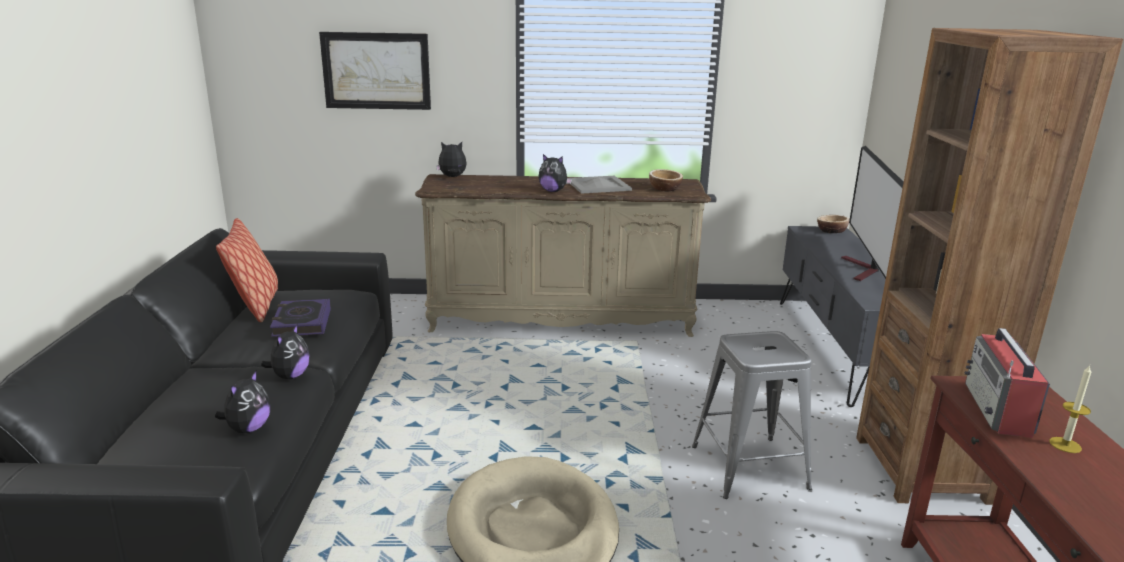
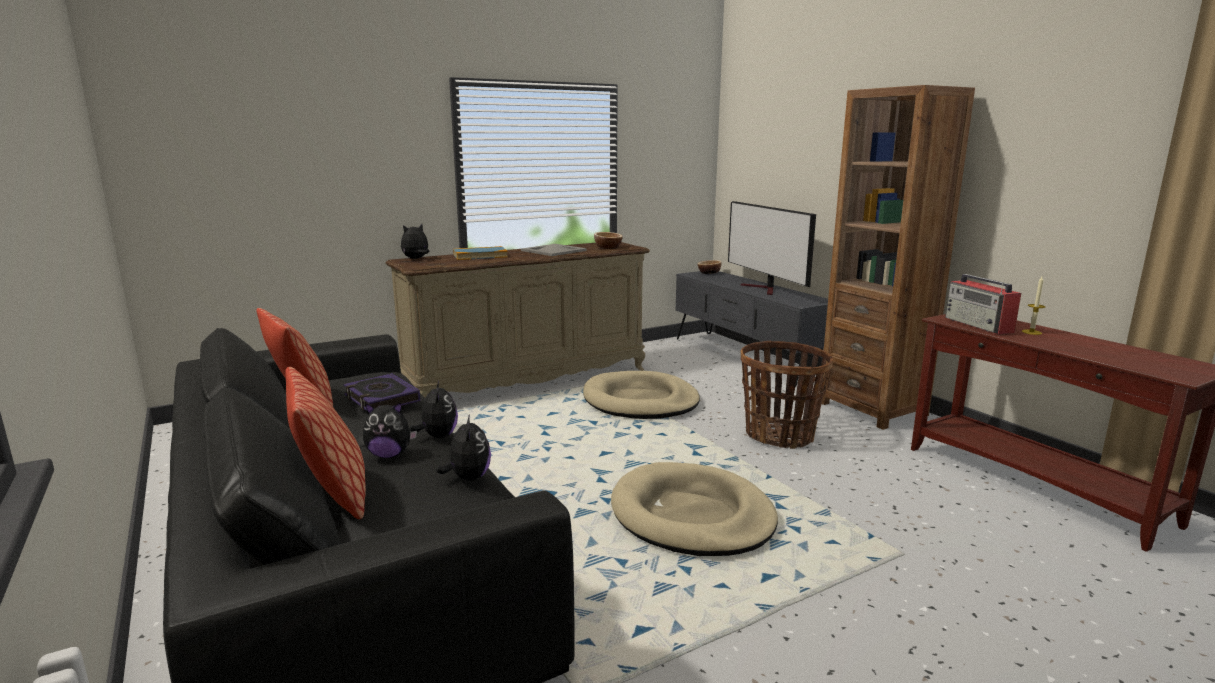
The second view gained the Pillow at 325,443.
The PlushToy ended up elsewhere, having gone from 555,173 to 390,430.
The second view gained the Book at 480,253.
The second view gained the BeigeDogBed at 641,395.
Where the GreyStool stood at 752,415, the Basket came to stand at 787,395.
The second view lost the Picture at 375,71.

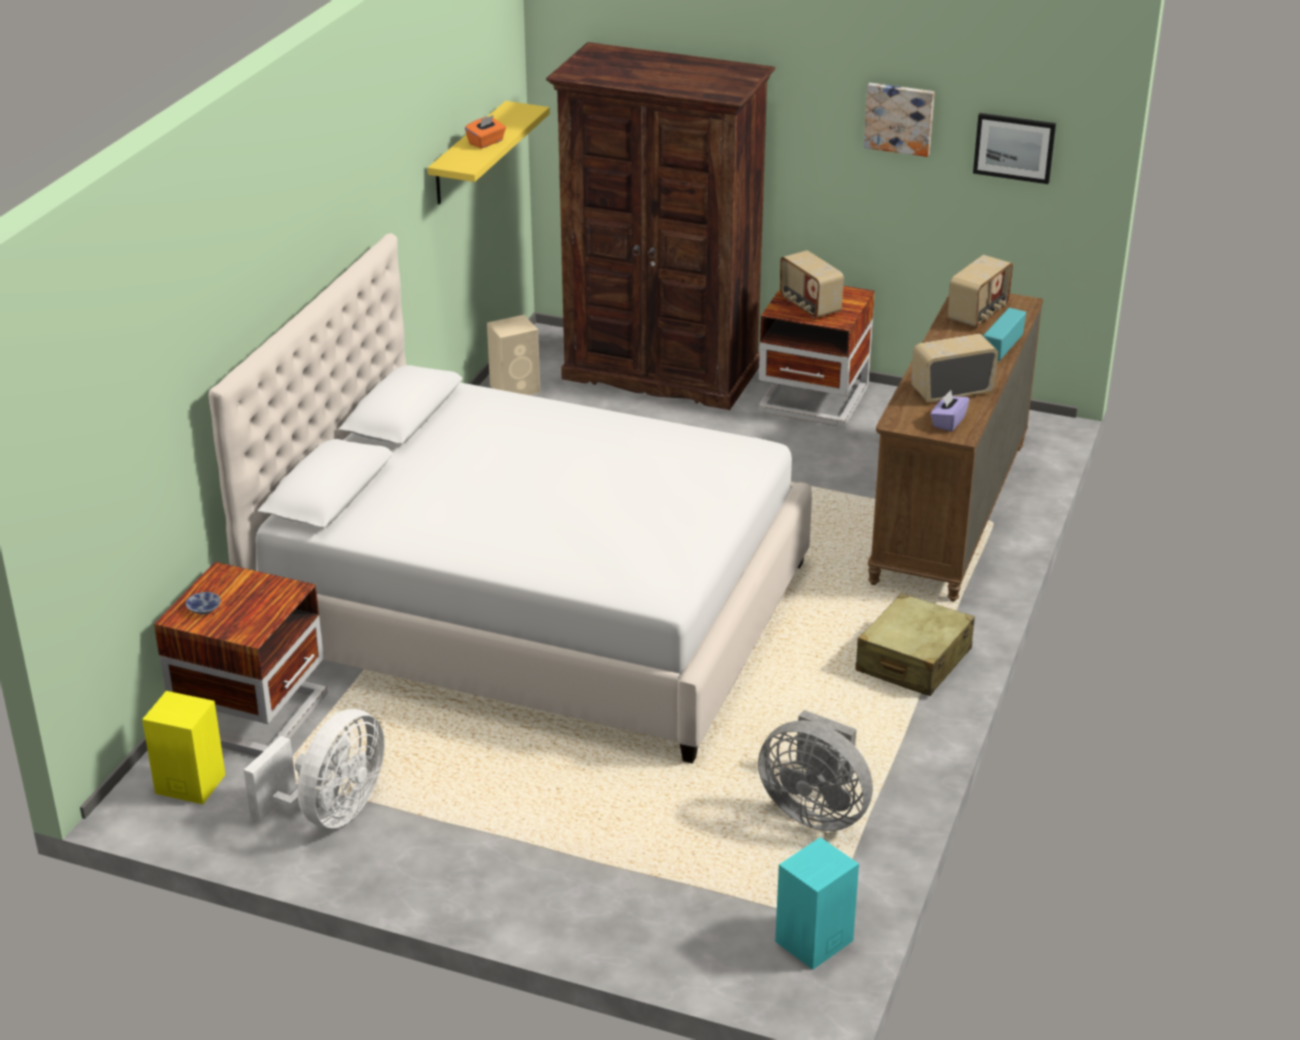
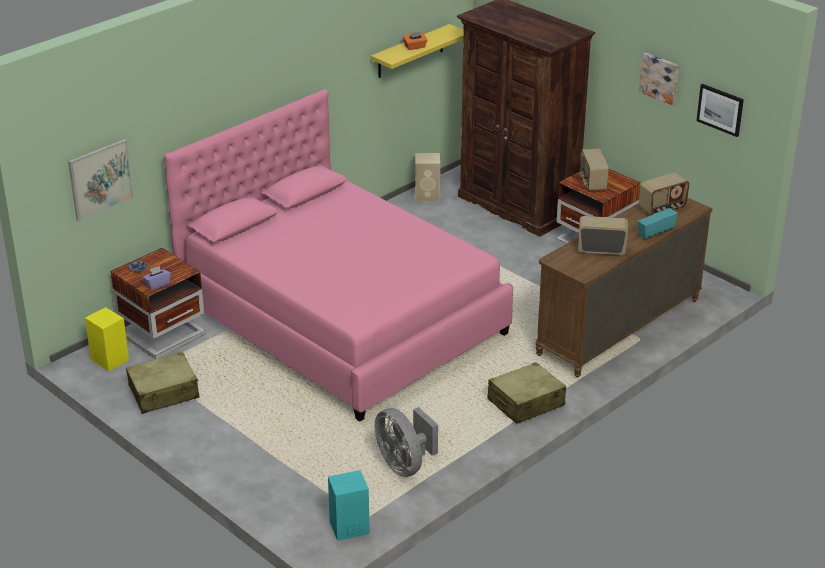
The second view gained the Picture at 101,180.
Where the WhiteFan stood at 314,768, the BeigeSuitcase came to stand at 162,383.
The PurpleTissueBox ended up elsewhere, having gone from 949,410 to 157,278.
What was the WhiteBed at 510,498 turned into the PinkBed at 338,255.

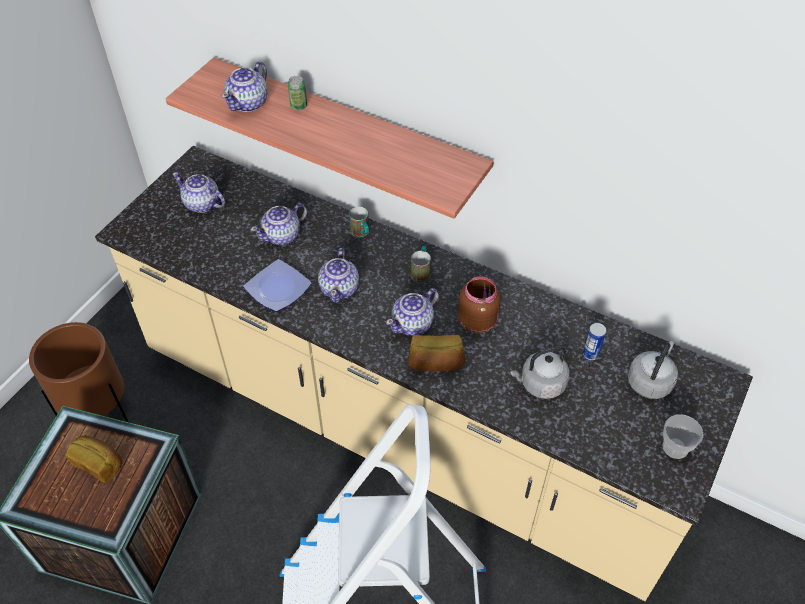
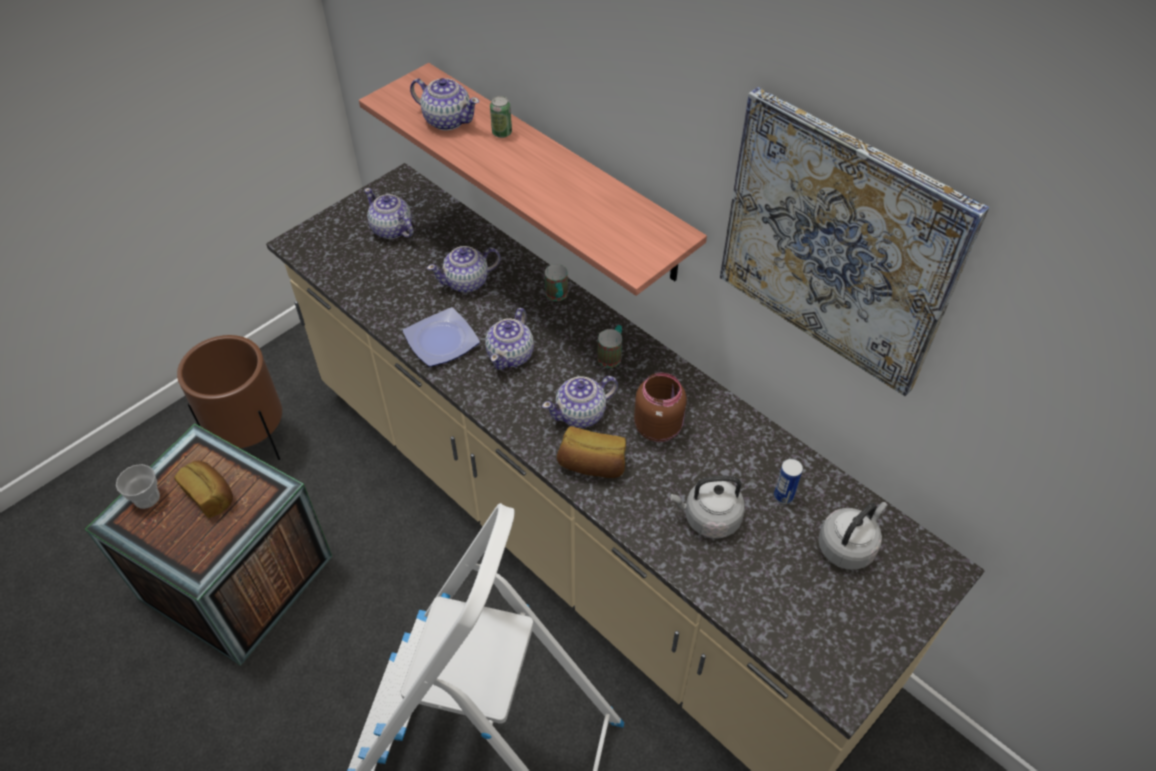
The Cup ended up elsewhere, having gone from 683,436 to 138,486.
The Teapot at 244,86 ended up facing another way, 105 degrees counterclockwise from before.
The second view gained the Picture at 854,241.

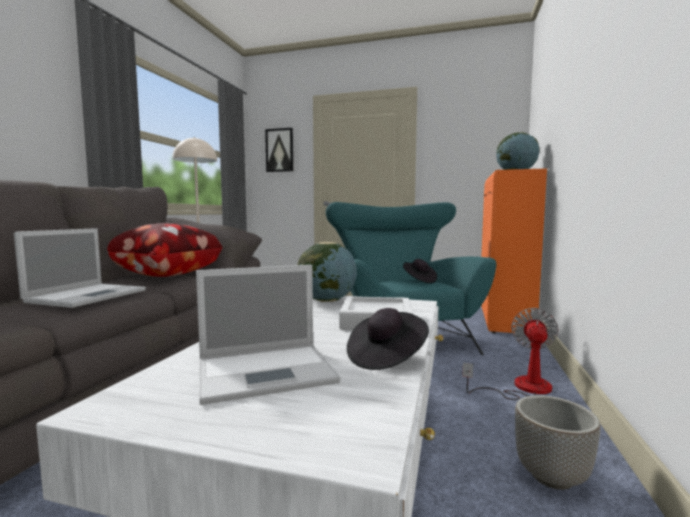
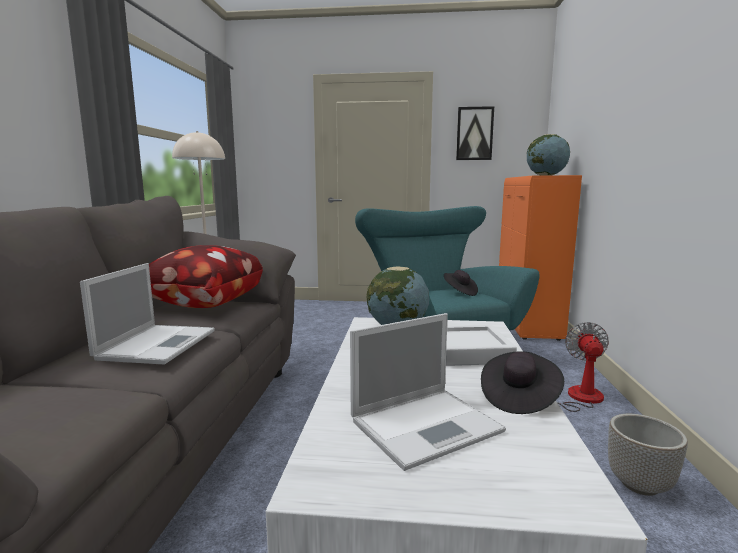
The Picture ended up elsewhere, having gone from 279,150 to 475,133.

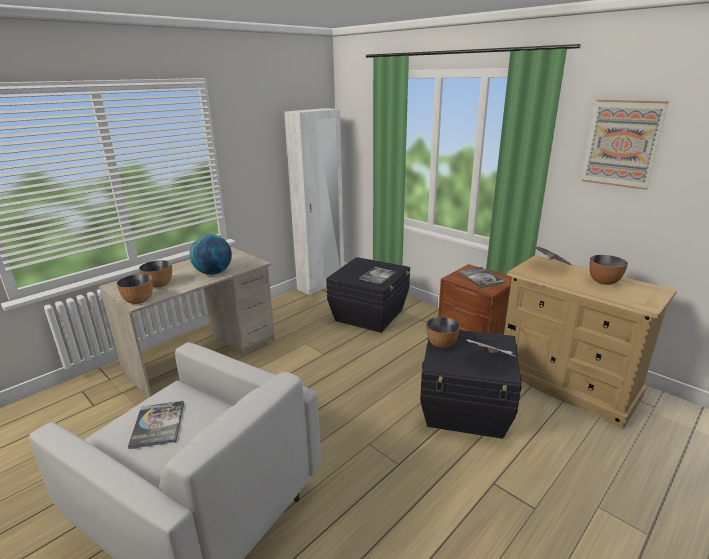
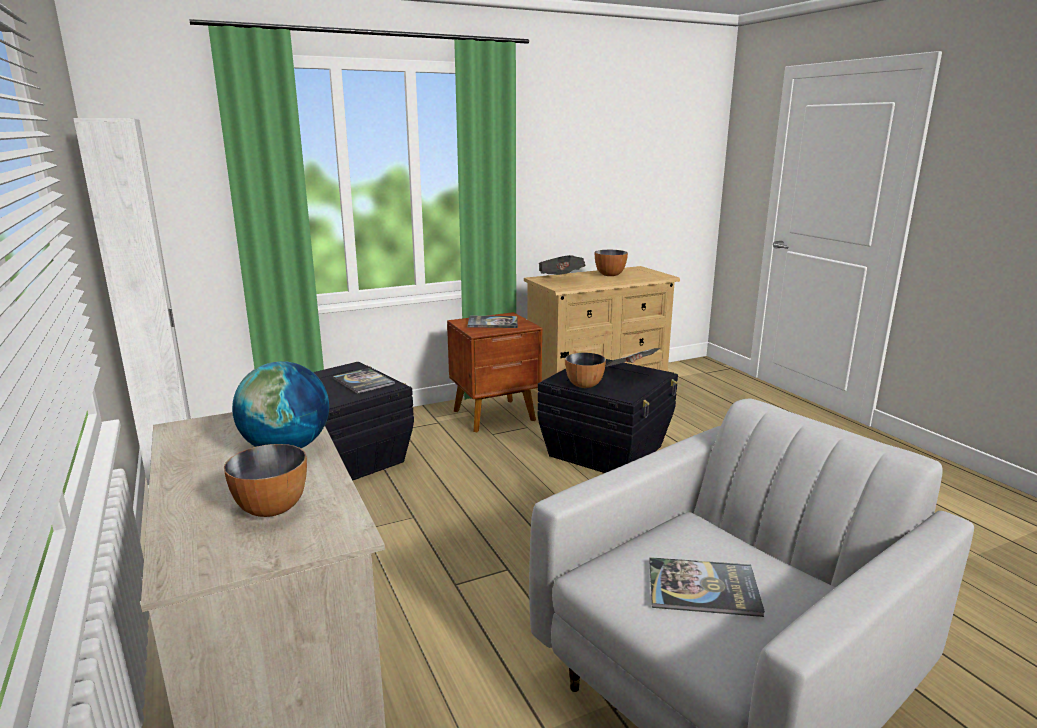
The second view lost the Bowl at 134,289.
The second view lost the Picture at 625,145.

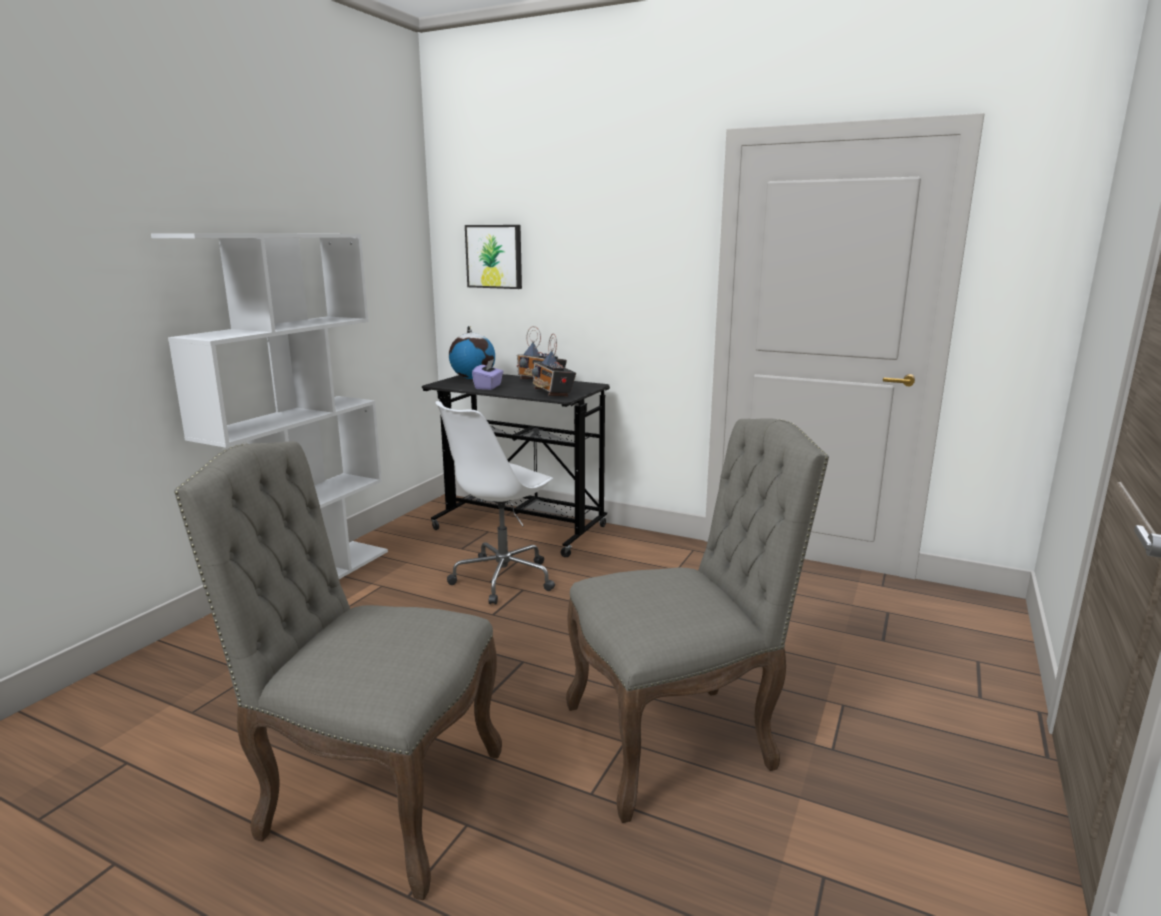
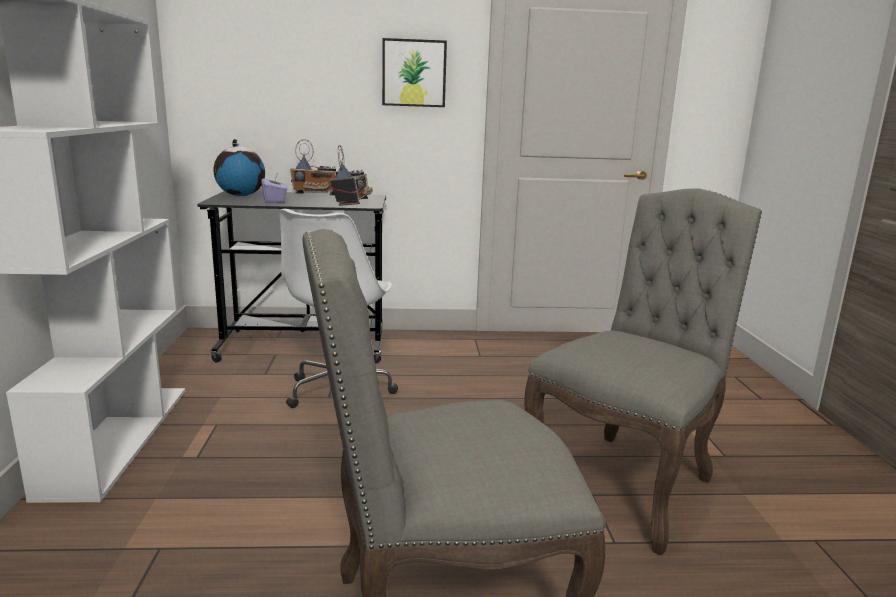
The Radio at 554,365 ended up facing another way, 120 degrees counterclockwise from before.
The Picture ended up elsewhere, having gone from 493,257 to 414,72.

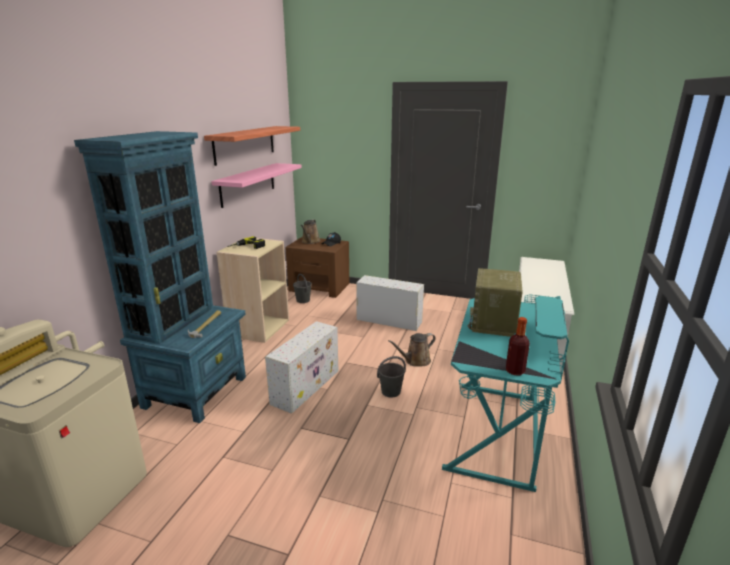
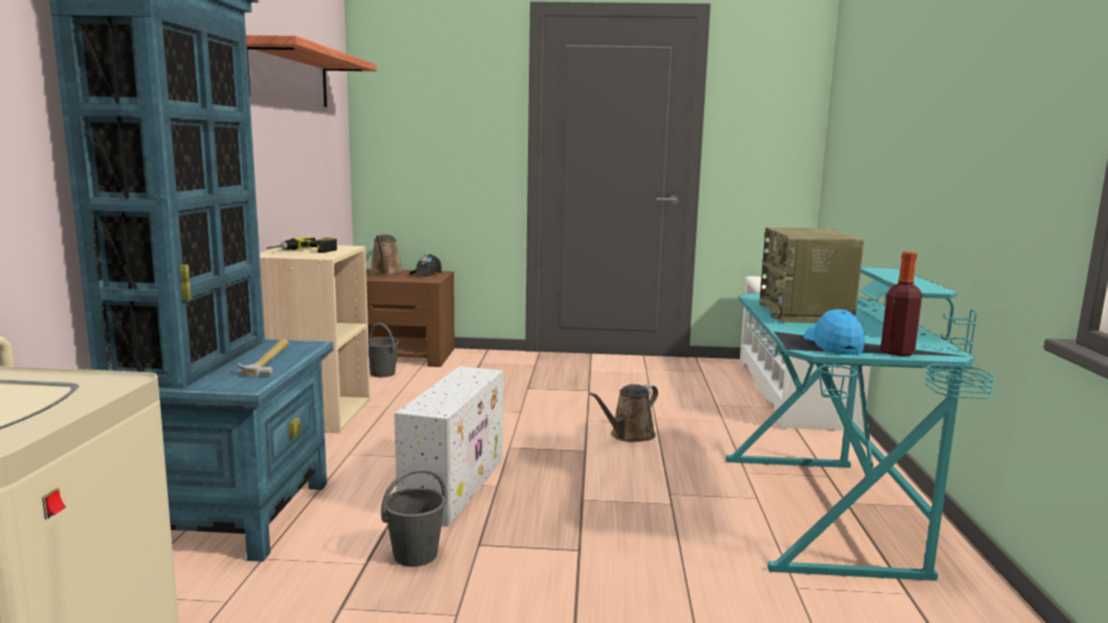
The GreyBucket ended up elsewhere, having gone from 391,377 to 414,517.
The second view gained the BlueCap at 834,332.
The second view lost the PinkShelf at 256,185.
The second view lost the WhiteStorageBox at 390,303.

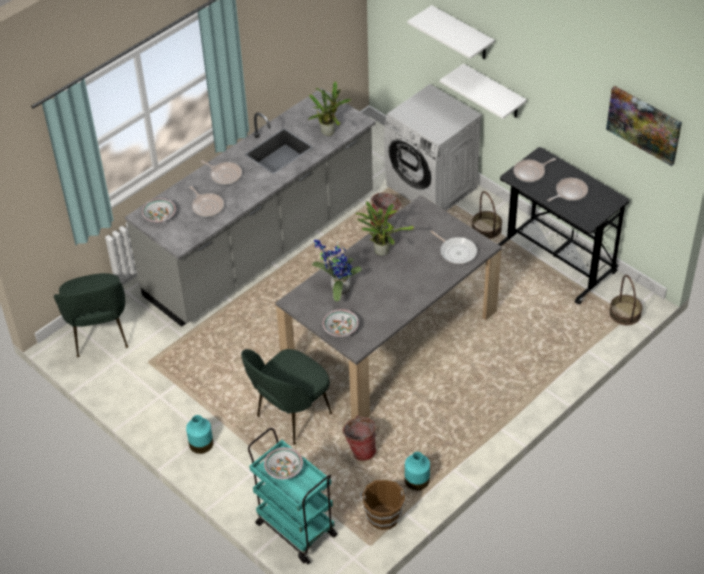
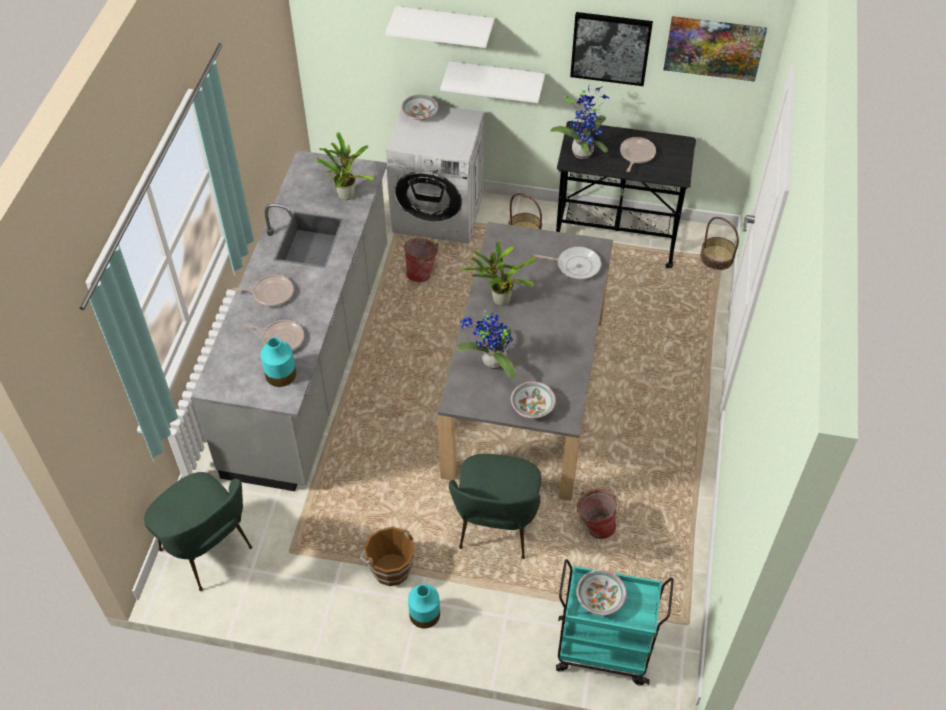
The TurquoiseVase ended up elsewhere, having gone from 417,471 to 278,362.
The BrownBucket ended up elsewhere, having gone from 383,505 to 387,556.
The Bowl ended up elsewhere, having gone from 159,210 to 420,107.
Where the FryingPan stood at 535,170, the PottedPlant came to stand at 579,121.
The second view gained the Picture at 611,49.

